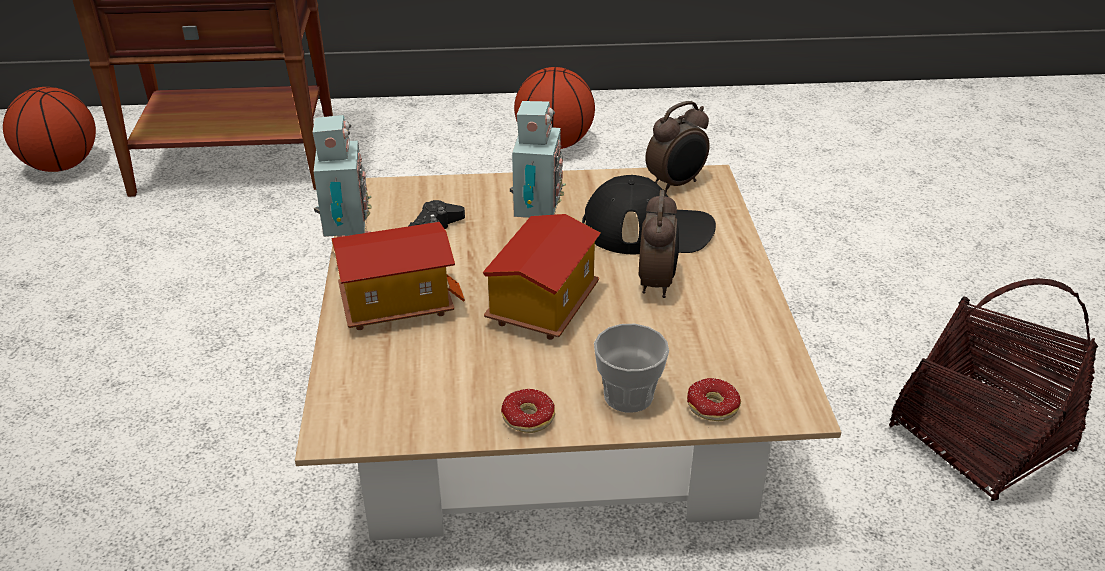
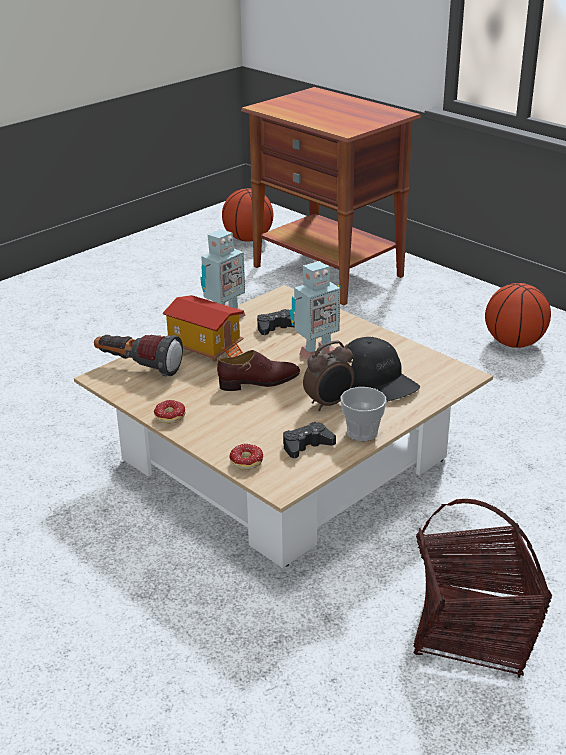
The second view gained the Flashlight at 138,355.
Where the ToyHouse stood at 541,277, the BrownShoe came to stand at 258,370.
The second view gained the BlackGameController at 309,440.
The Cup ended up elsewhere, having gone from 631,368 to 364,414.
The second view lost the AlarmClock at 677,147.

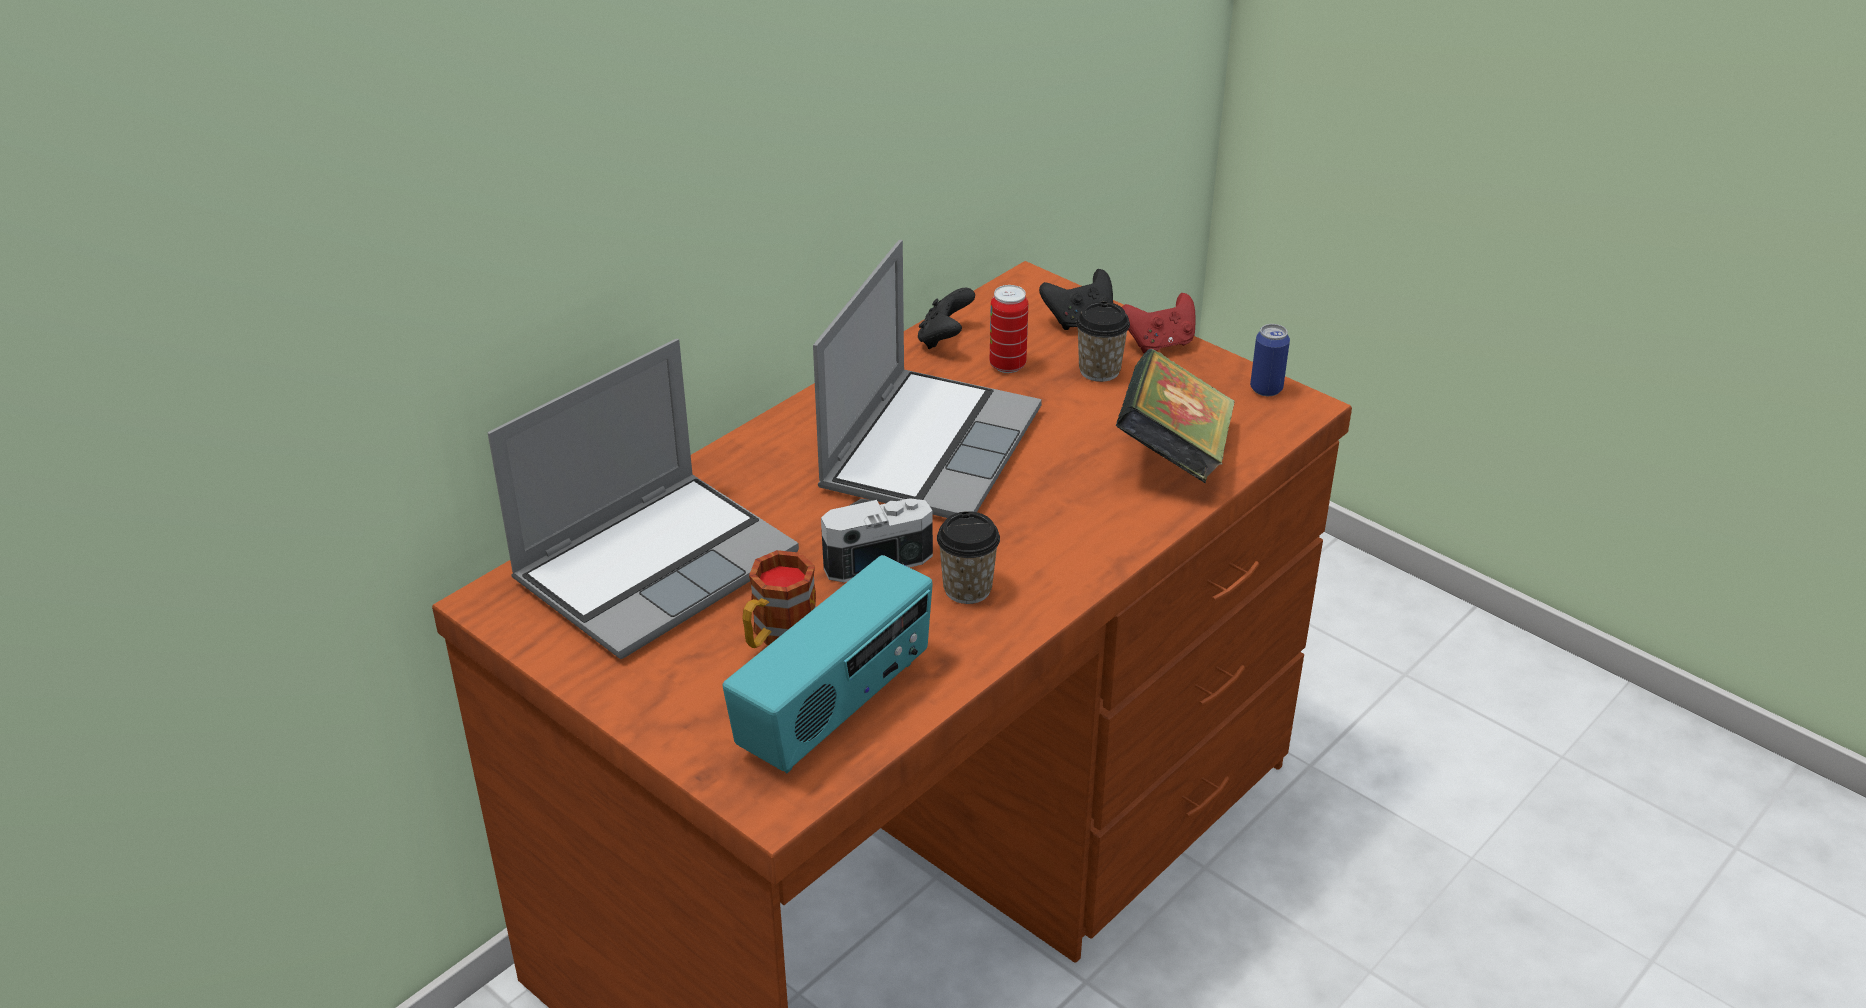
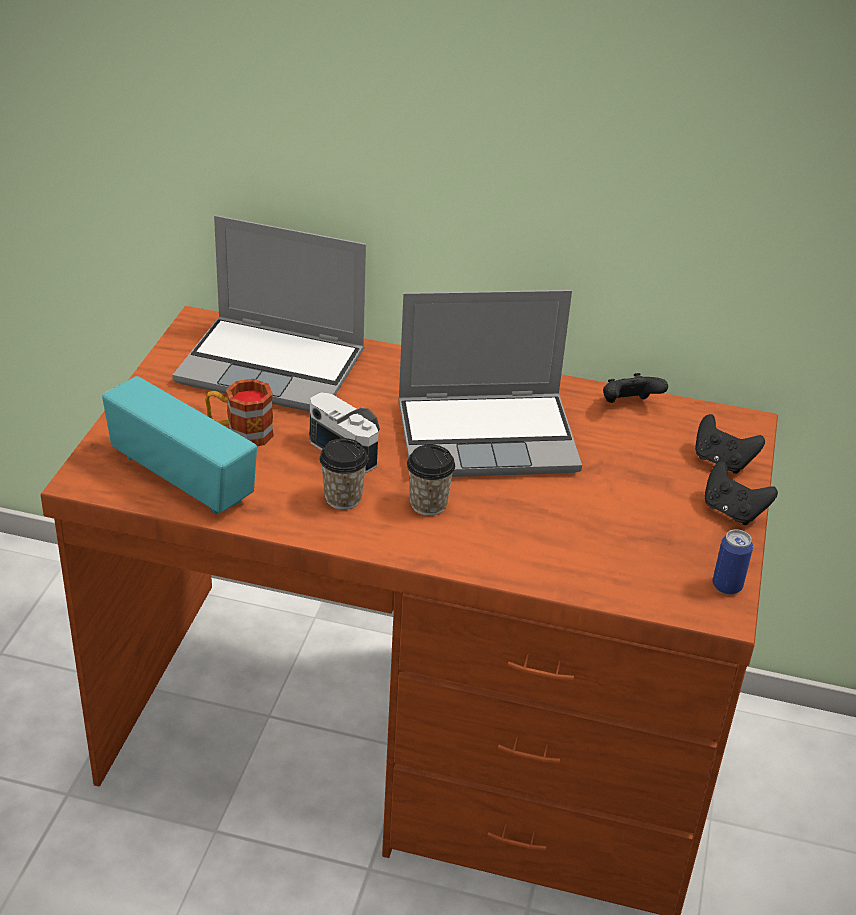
The Radio at 828,664 ended up facing another way, 150 degrees counterclockwise from before.
The Cup ended up elsewhere, having gone from 1103,342 to 431,480.
What was the RedGameController at 1159,323 turned into the BlackGameController at 741,493.
The second view lost the Can at 1009,329.
The second view lost the Book at 1175,416.

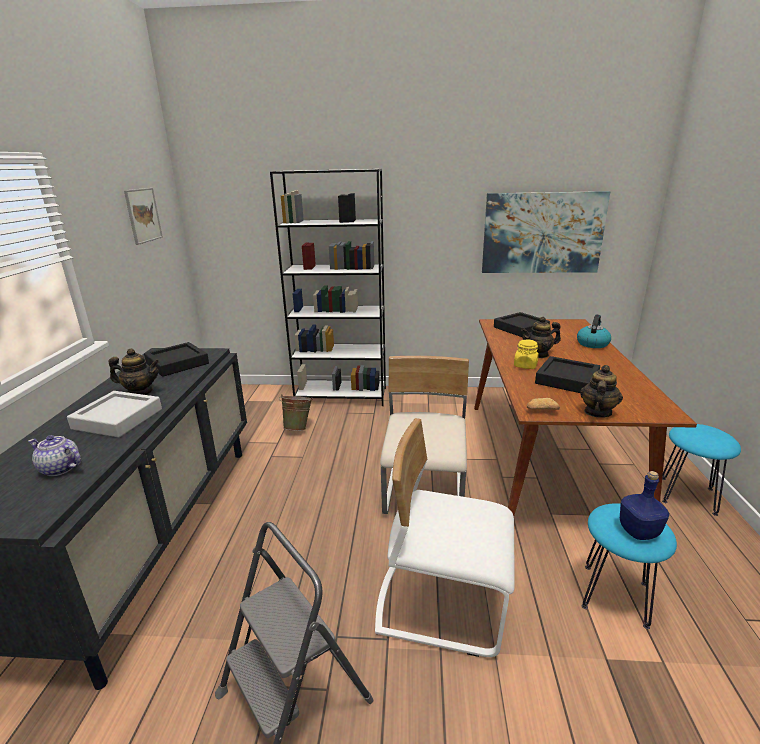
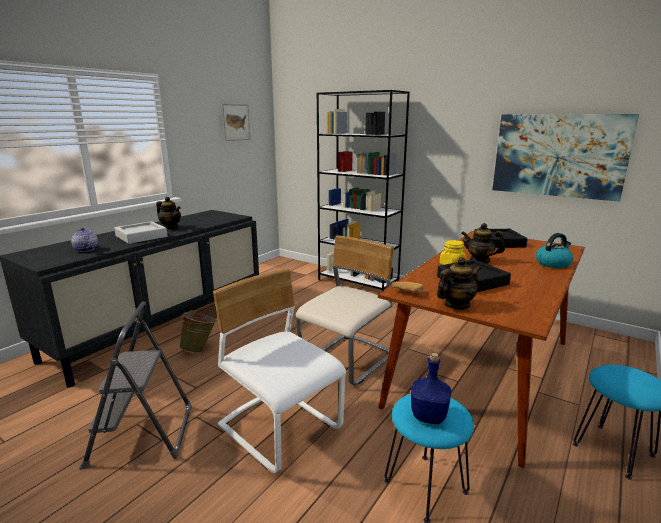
The GreenBucket ended up elsewhere, having gone from 296,412 to 197,331.
The second view lost the BlackTray at 176,359.

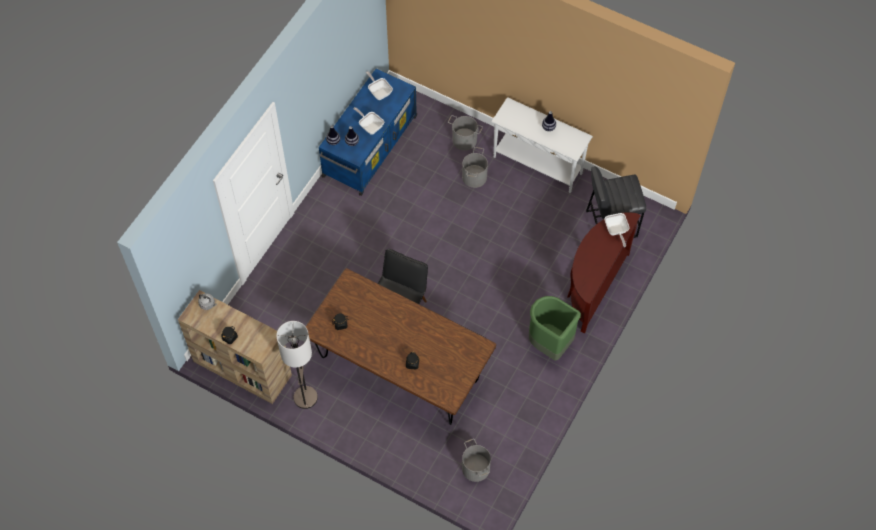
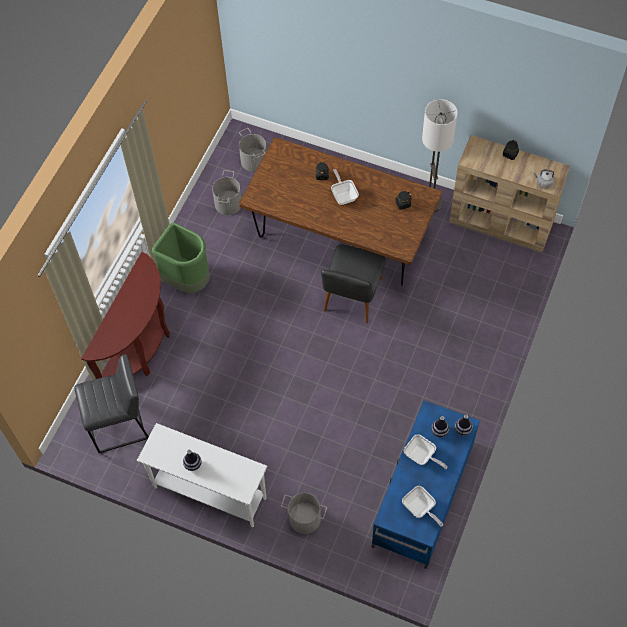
The GreyBucket ended up elsewhere, having gone from 475,167 to 226,192.
The FryingPan ended up elsewhere, having gone from 616,230 to 345,187.

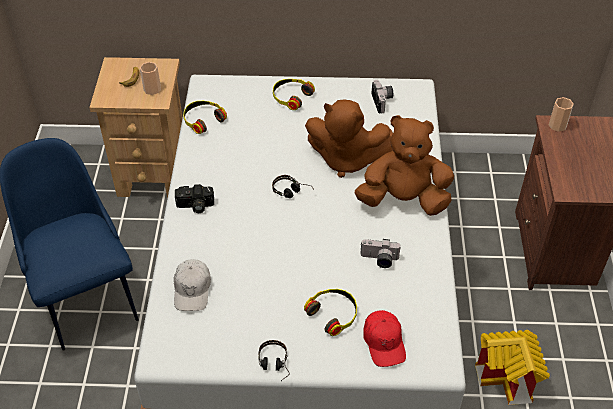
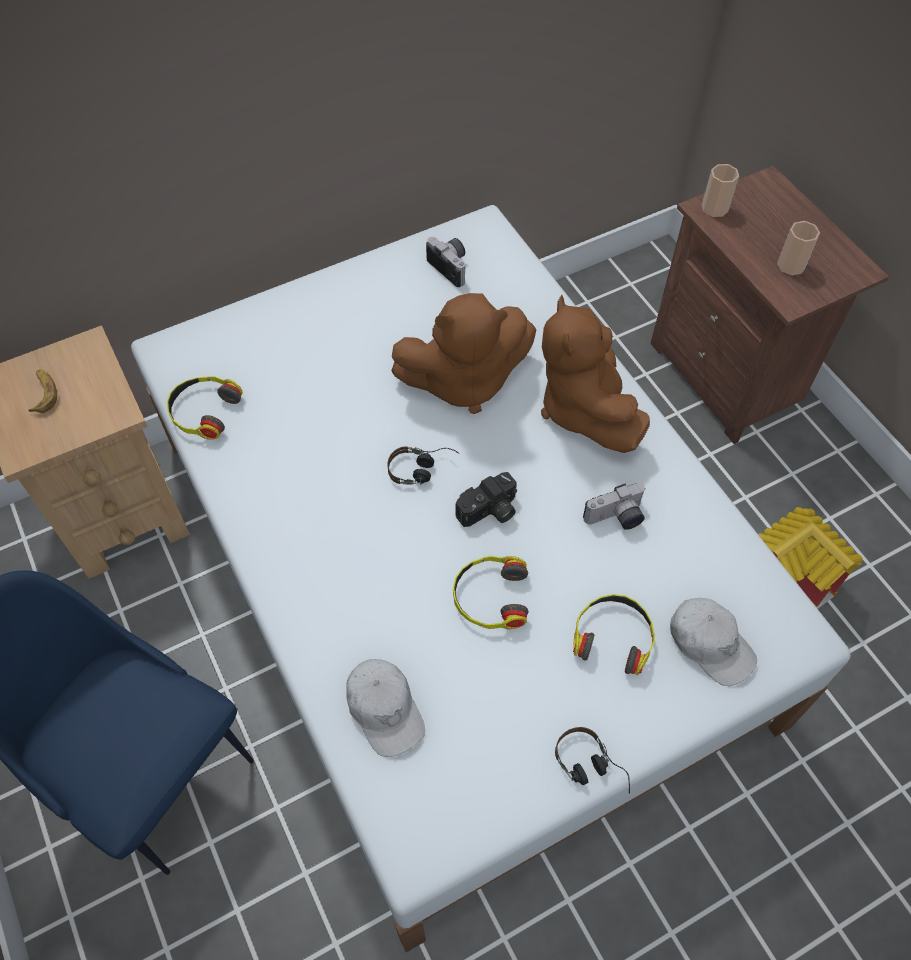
The Headphones ended up elsewhere, having gone from 294,94 to 490,592.
The PhotoCamera ended up elsewhere, having gone from 194,198 to 486,499.
The BrownPlushToy at 404,165 ended up facing another way, 75 degrees counterclockwise from before.
What was the RedCap at 384,338 turned into the WhiteCap at 713,642.
The Cup ended up elsewhere, having gone from 150,78 to 798,248.

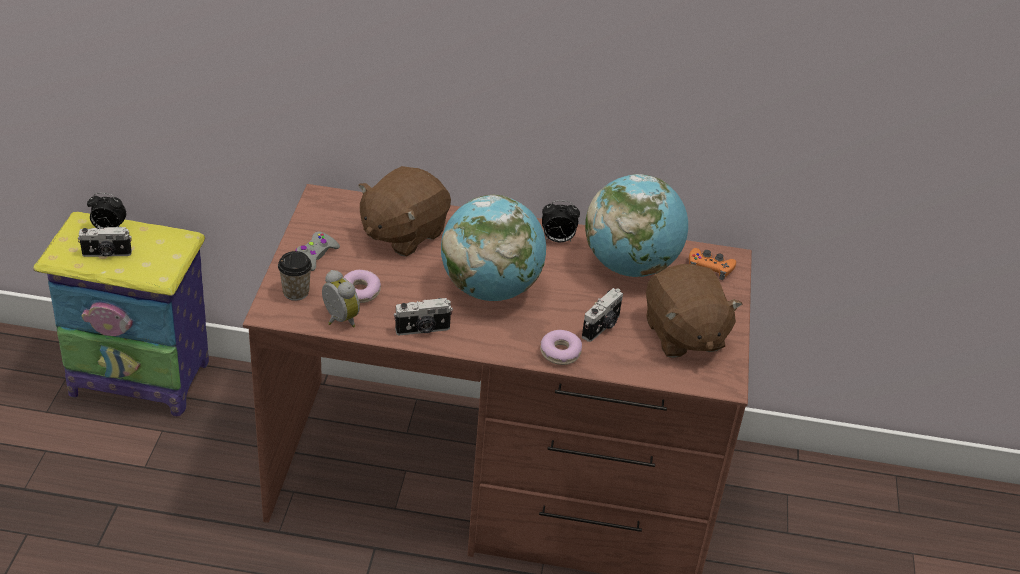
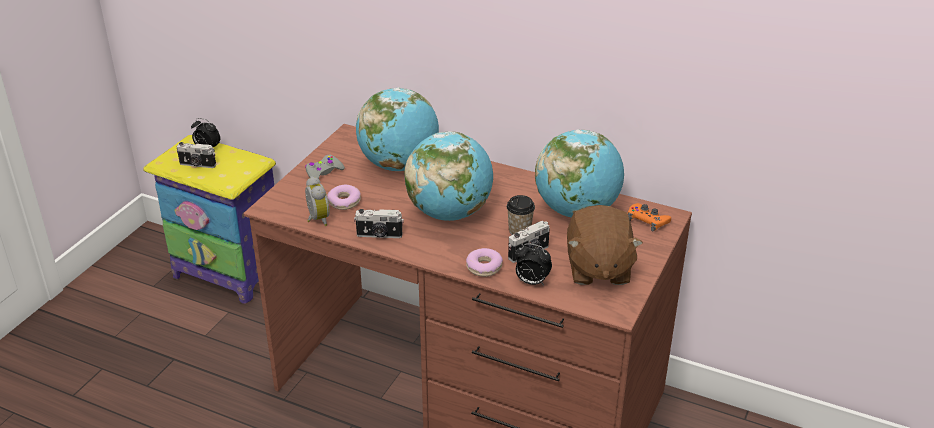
Where the BrownPlushToy stood at 404,211, the Globe came to stand at 397,129.
The Cup ended up elsewhere, having gone from 295,276 to 520,215.
The AlarmClock ended up elsewhere, having gone from 561,221 to 533,264.

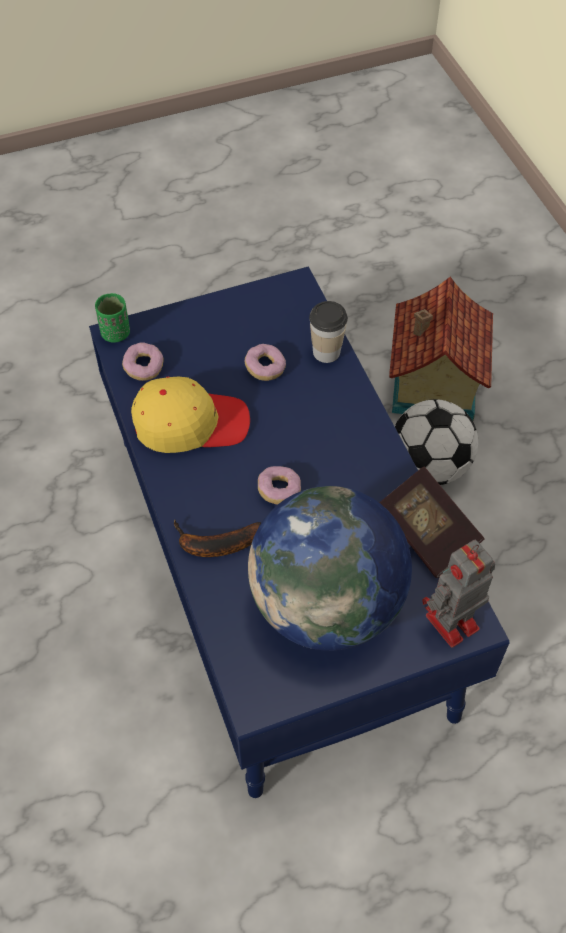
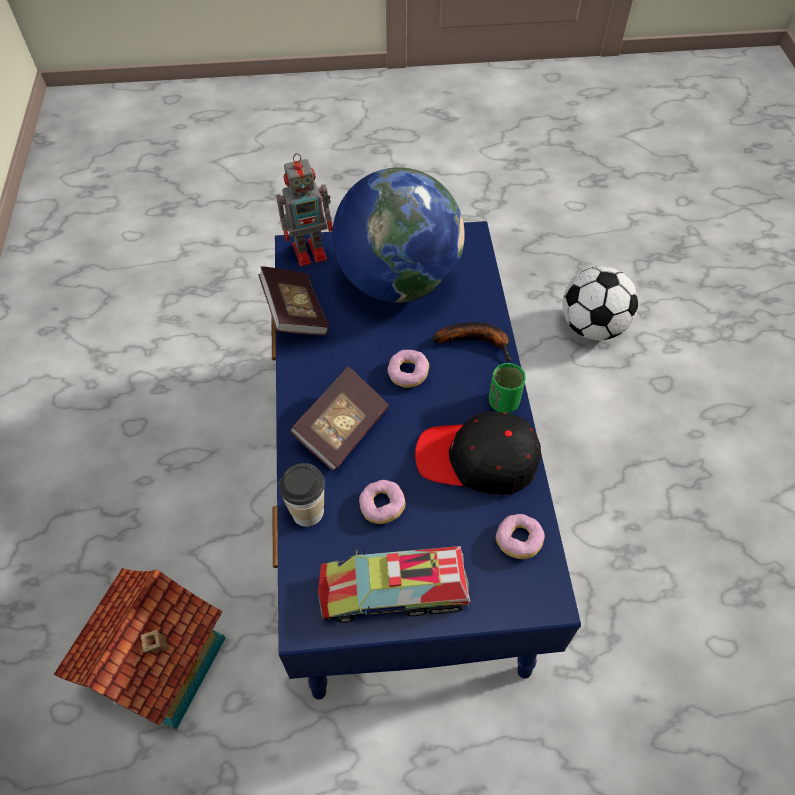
The second view gained the Book at 338,418.
The second view gained the ToyTruck at 394,584.
What was the YellowCap at 190,415 turned into the BlackCap at 478,453.
The GreenCup ended up elsewhere, having gone from 112,318 to 507,388.
The Football ended up elsewhere, having gone from 436,442 to 600,303.

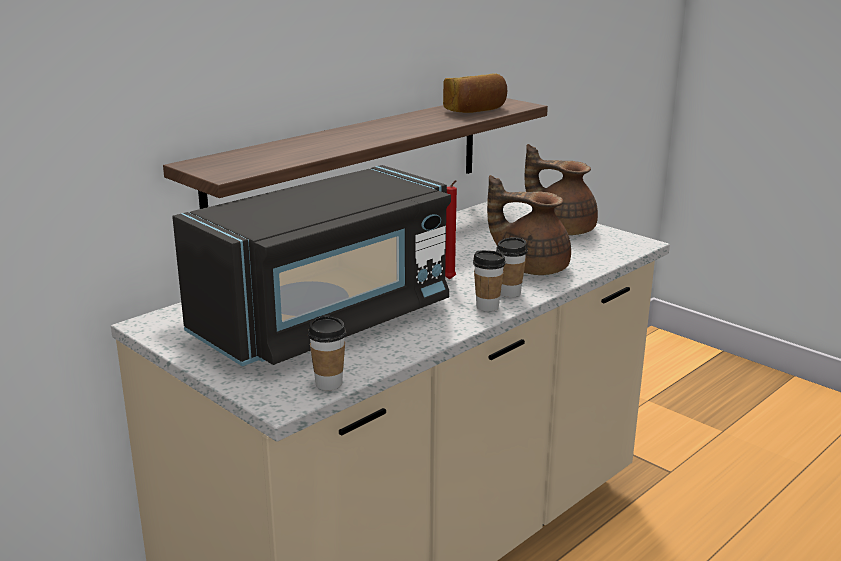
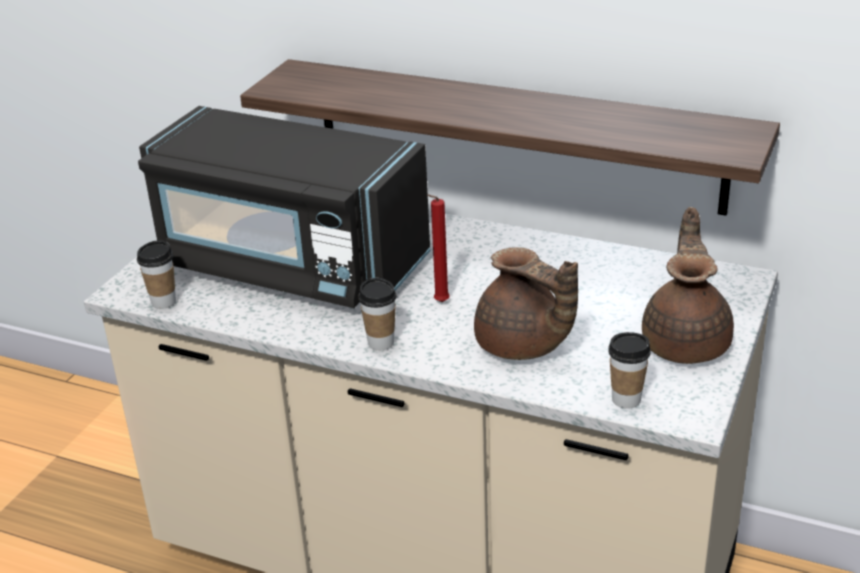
The BrownTeapot at 529,225 ended up facing another way, 135 degrees clockwise from before.
The Cup ended up elsewhere, having gone from 512,267 to 629,370.
The second view lost the Bread at 475,93.

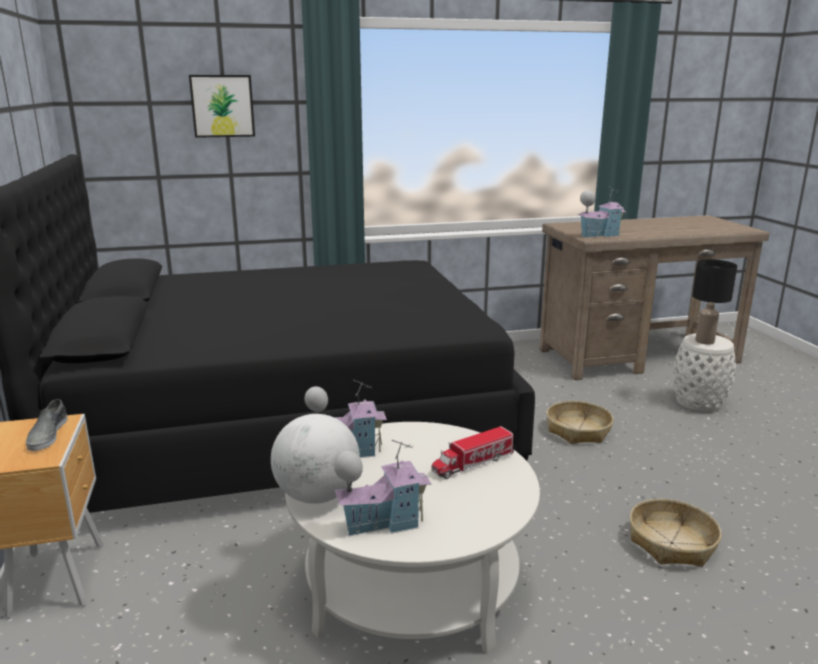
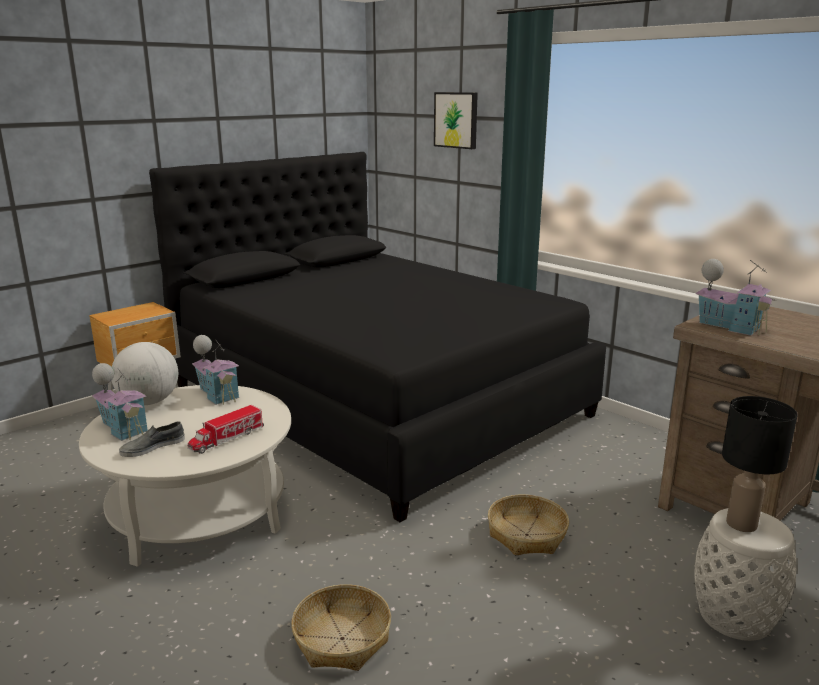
The GreyShoe ended up elsewhere, having gone from 47,425 to 152,439.
The ToyTruck at 472,452 ended up facing another way, 75 degrees counterclockwise from before.

